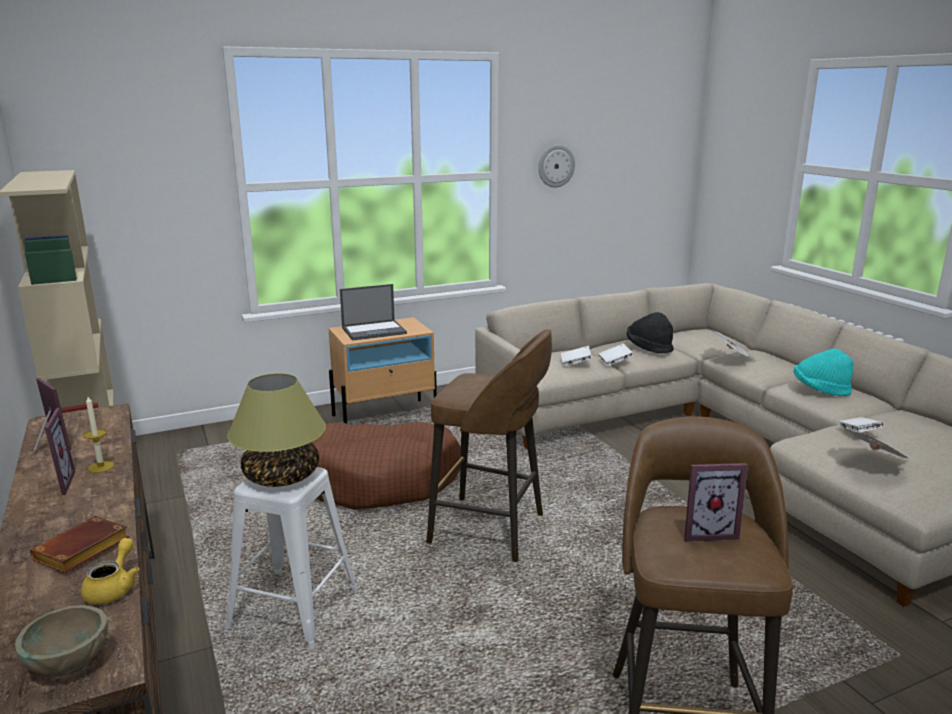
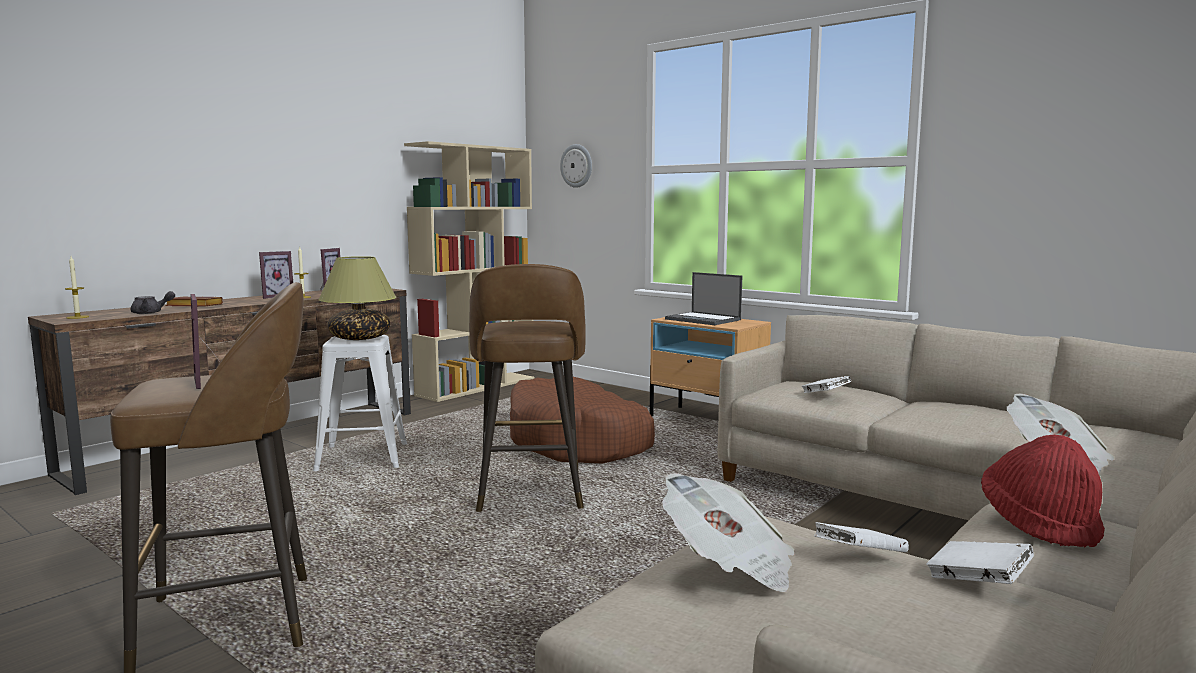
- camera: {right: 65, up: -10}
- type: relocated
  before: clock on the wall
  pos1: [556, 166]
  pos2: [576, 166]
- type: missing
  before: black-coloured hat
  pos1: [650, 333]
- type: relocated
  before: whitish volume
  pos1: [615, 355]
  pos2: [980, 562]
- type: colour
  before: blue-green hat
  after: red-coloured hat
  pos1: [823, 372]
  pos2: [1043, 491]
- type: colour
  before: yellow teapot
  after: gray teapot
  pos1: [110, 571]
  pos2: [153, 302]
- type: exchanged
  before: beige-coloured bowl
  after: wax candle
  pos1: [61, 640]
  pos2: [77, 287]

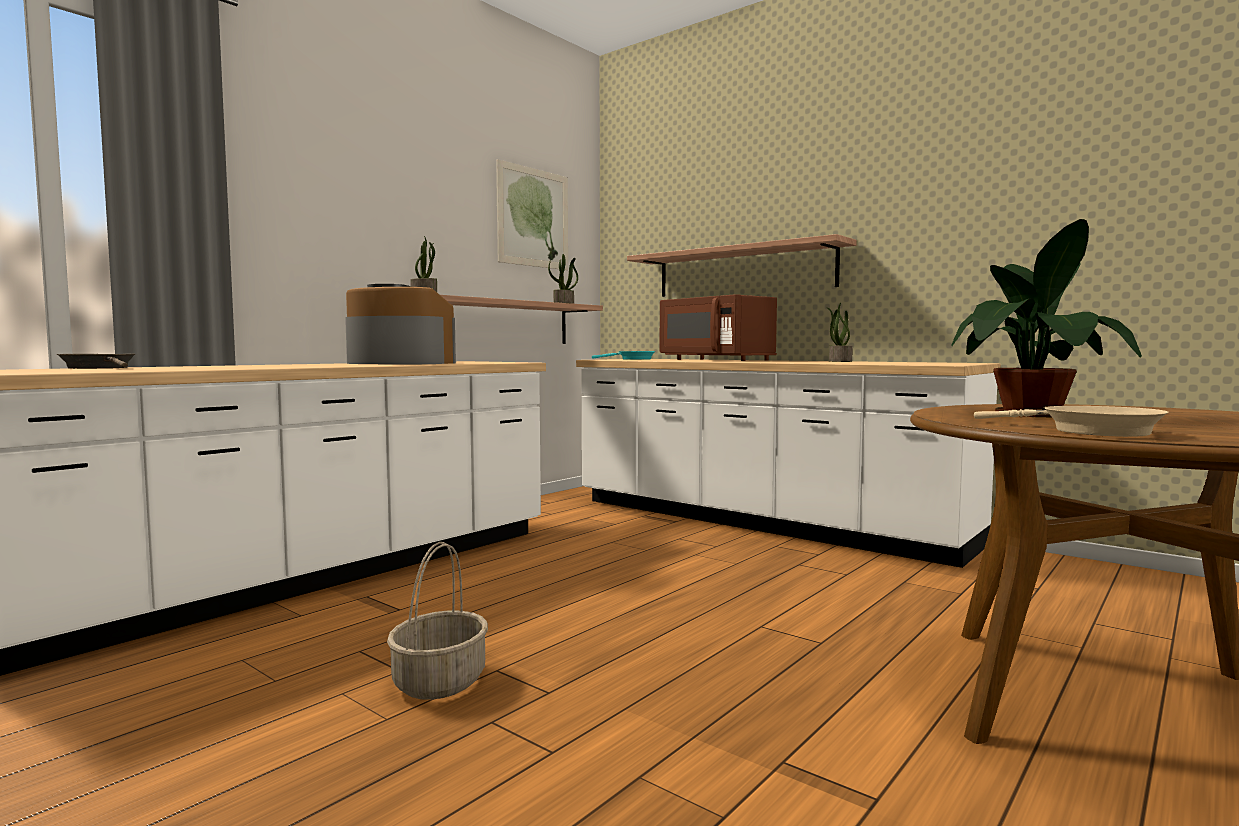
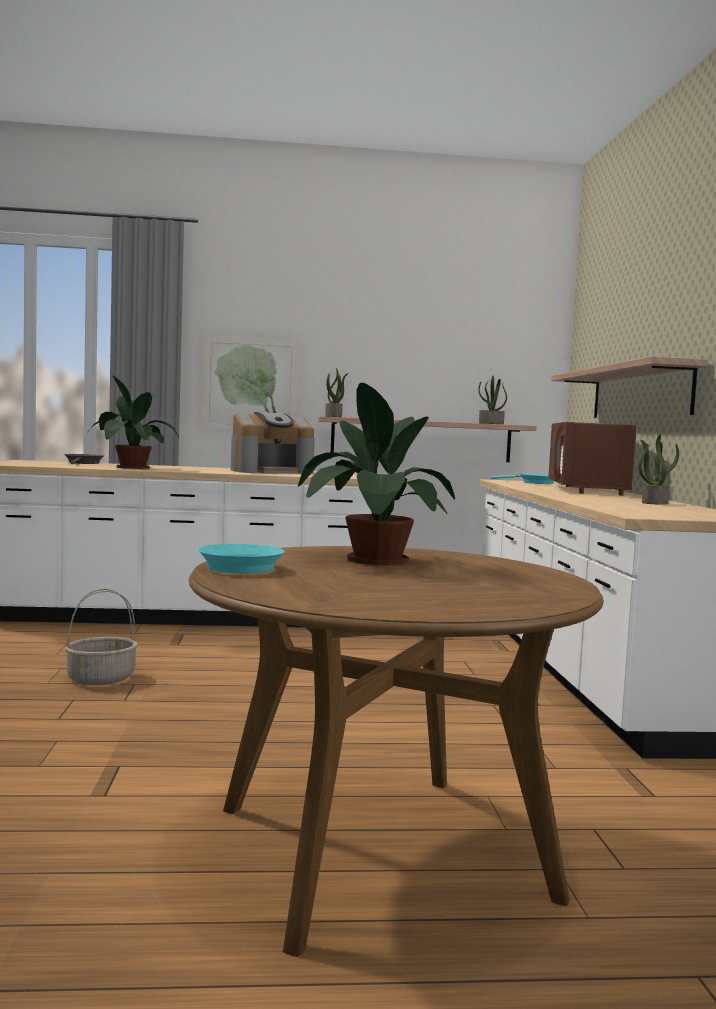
- camera: {right: 45, up: 0}
- type: relocated
  before: picture
  pos1: [532, 214]
  pos2: [250, 383]
- type: spun
  before: coffee maker
  pos1: [400, 324]
  pos2: [273, 443]
  turn: 90
- type: colour
  before: beige-coloured skillet
  after: blue-green skillet
  pos1: [1071, 421]
  pos2: [241, 559]
- type: appeared
  after: potted plant
  pos2: [134, 422]

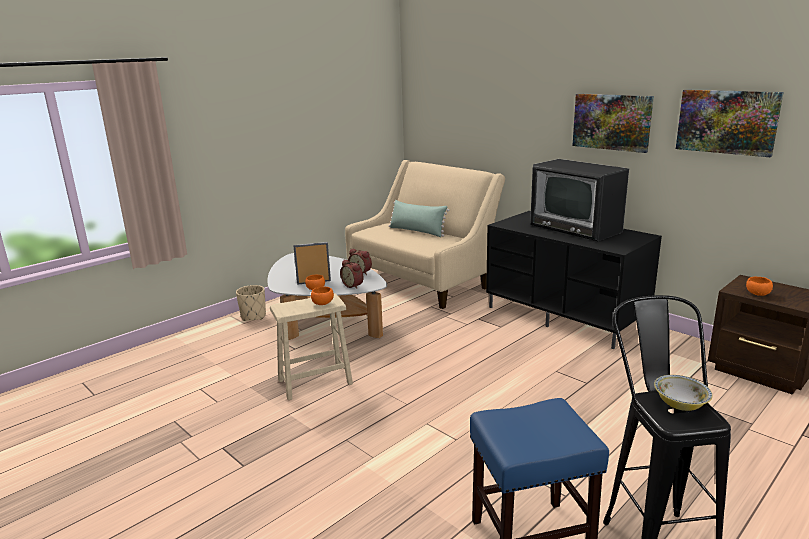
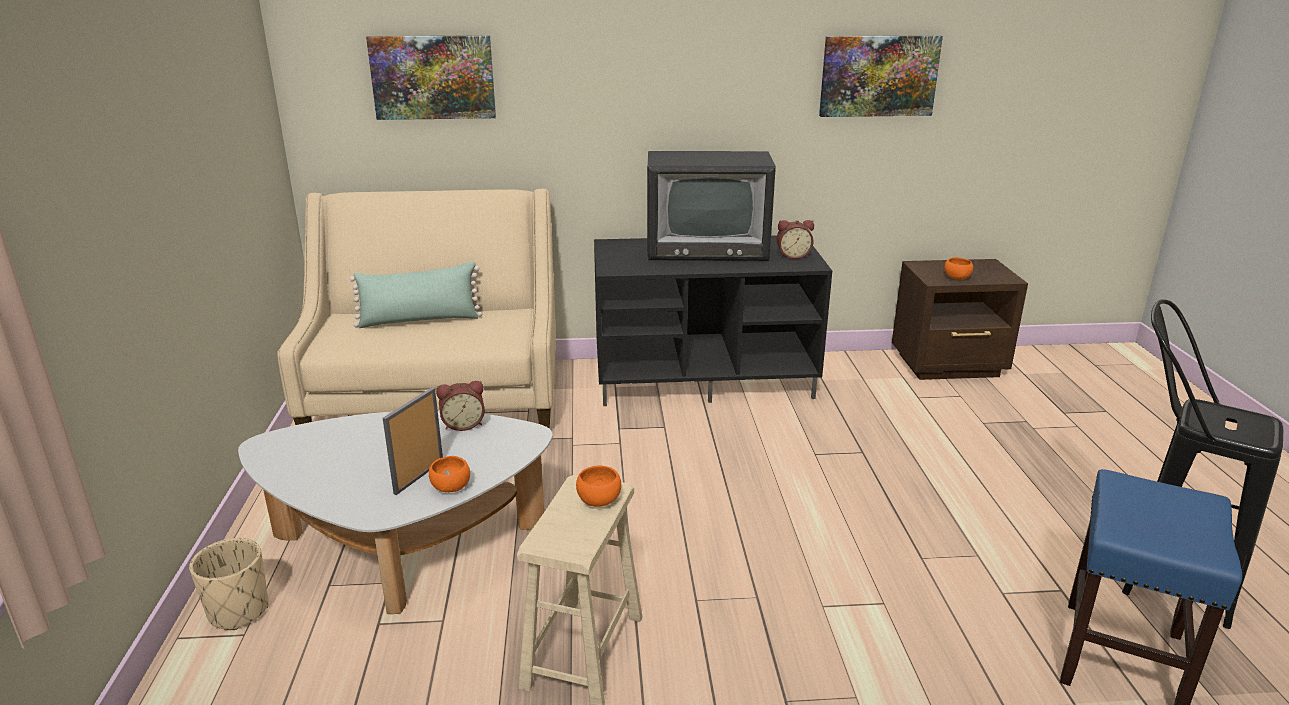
- camera: {right: -50, up: 5}
- type: relocated
  before: picture
  pos1: [613, 123]
  pos2: [431, 77]
- type: relocated
  before: alarm clock
  pos1: [351, 274]
  pos2: [795, 239]
- type: missing
  before: bowl
  pos1: [683, 393]

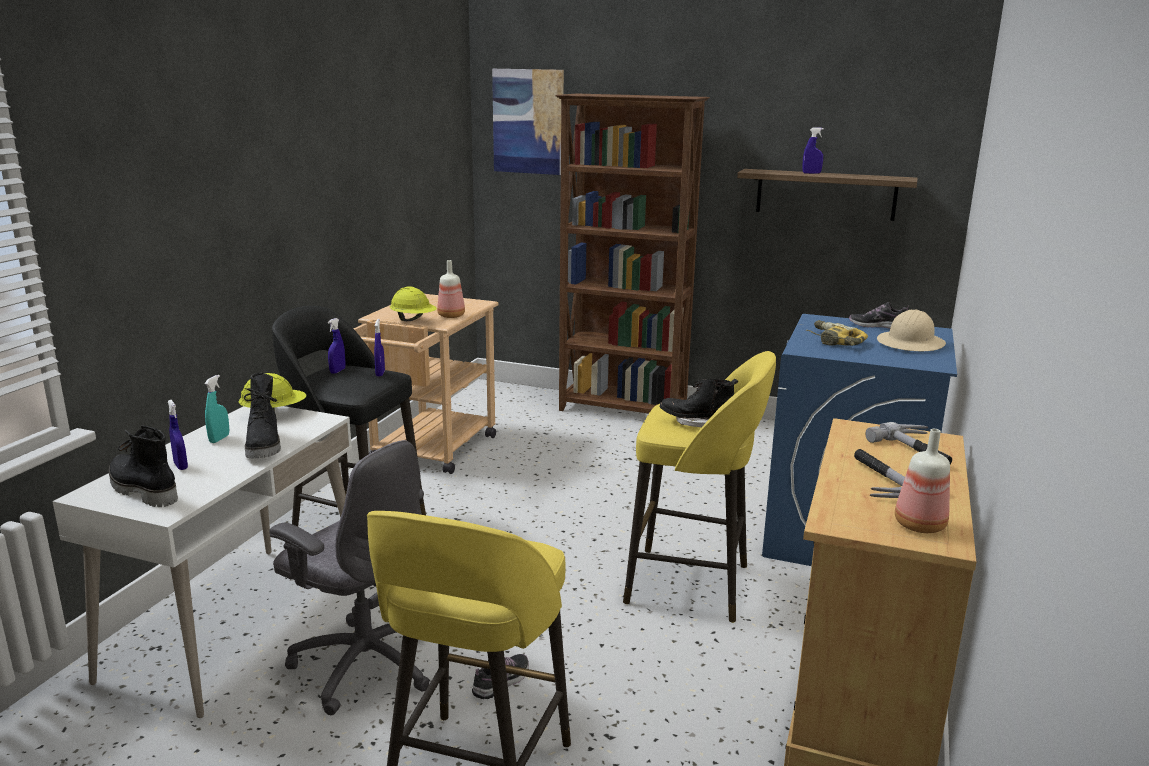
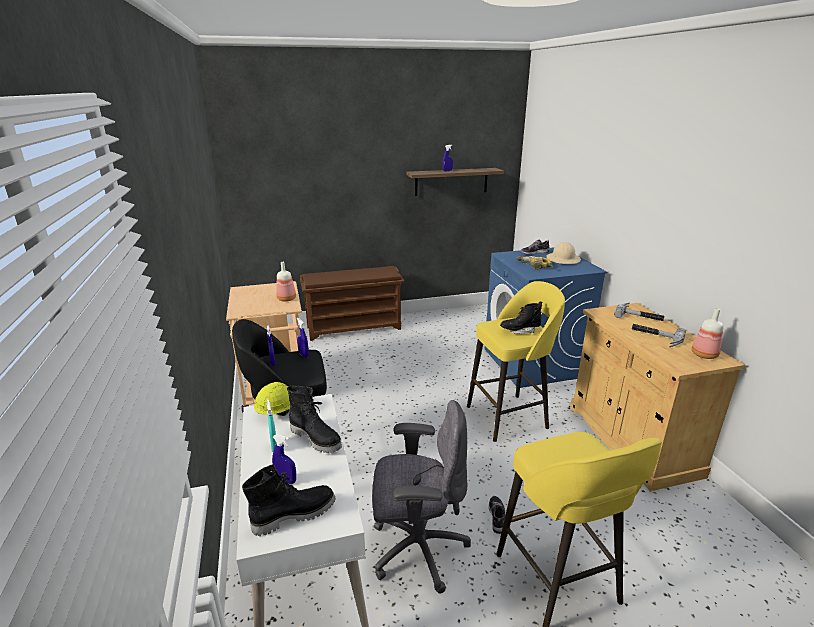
- camera: {right: -35, up: 5}
- type: missing
  before: picture
  pos1: [528, 122]
- type: exchanged
  before: brown bookcase
  after: brown shoe stand
  pos1: [632, 253]
  pos2: [352, 303]
- type: missing
  before: yellow hard hat
  pos1: [413, 303]
- type: spun
  before: black-coloured high-top boot
  pos1: [143, 466]
  pos2: [288, 500]
  turn: 150

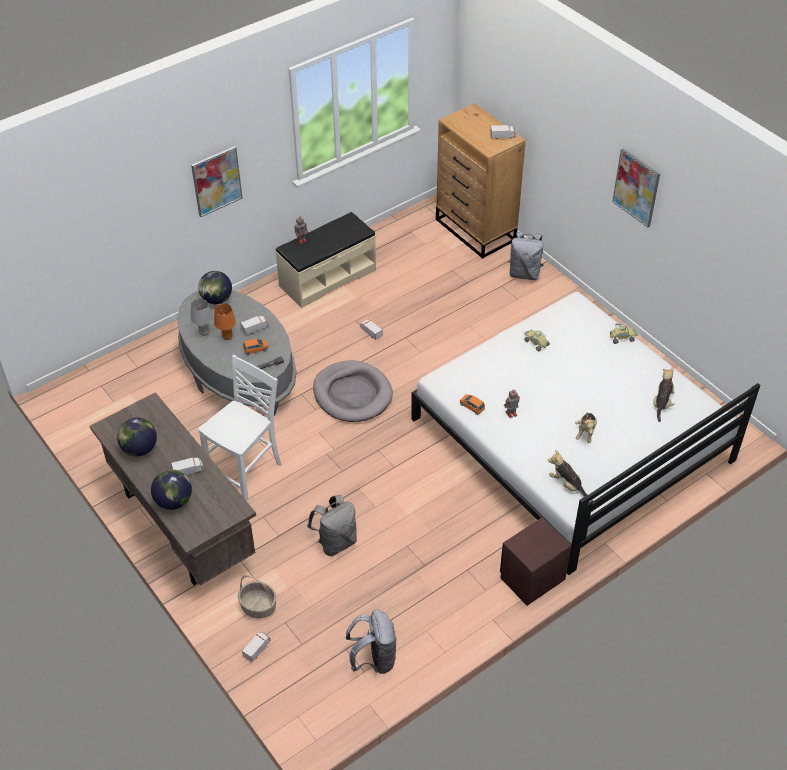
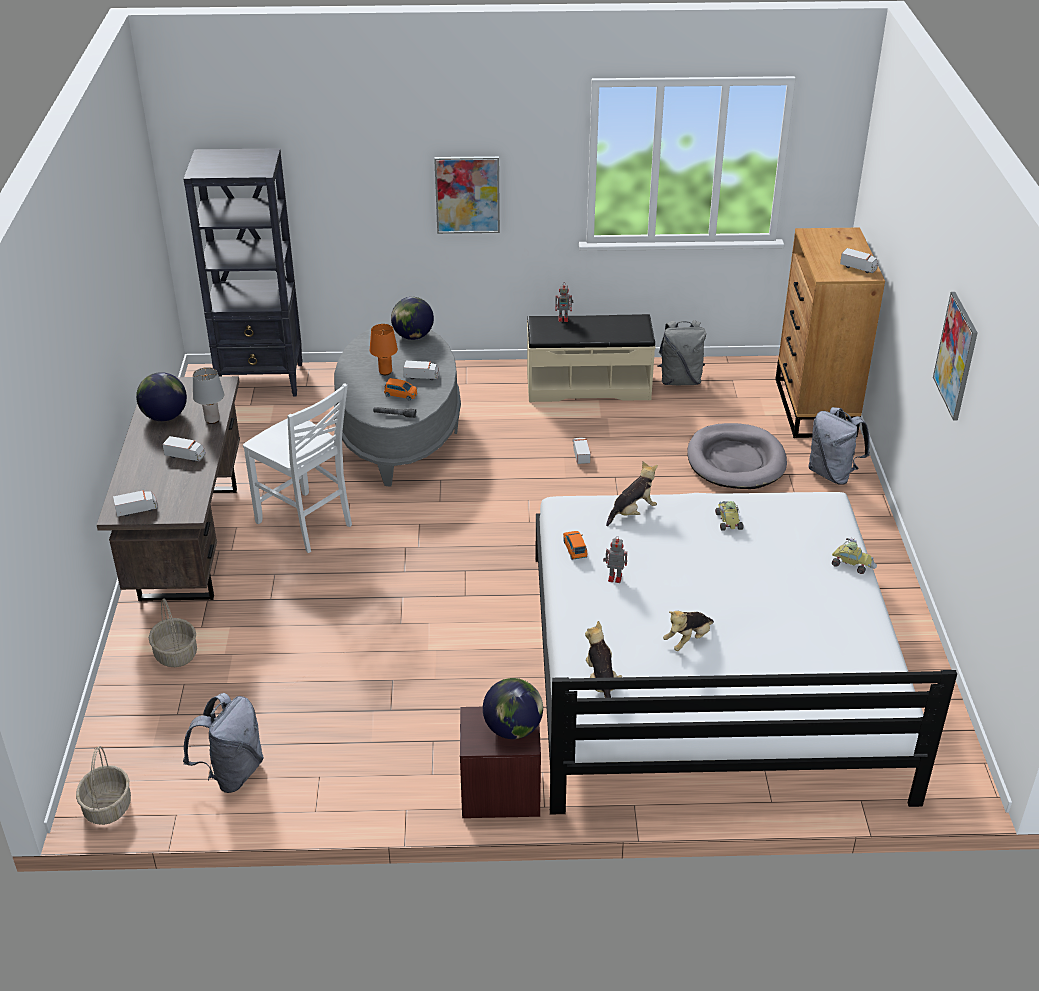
- camera: {right: 35, up: -10}
- type: relocated
  before: gray table lamp
  pos1: [202, 317]
  pos2: [208, 395]
- type: spun
  before: whitish plain chair
  pos1: [239, 428]
  pos2: [297, 468]
  turn: 60
- type: relocated
  before: gray pet bed
  pos1: [353, 391]
  pos2: [737, 456]
- type: relocated
  before: cuddly toy
  pos1: [664, 394]
  pos2: [632, 493]
- type: relocated
  before: world globe
  pos1: [171, 489]
  pos2: [513, 708]
- type: relocated
  before: gray knapsack
  pos1: [332, 525]
  pos2: [682, 352]
- type: relocated
  before: model truck
  pos1: [256, 647]
  pos2: [135, 503]
- type: appeared
  after: black-coloured bookcase
  pos2: [243, 272]
- type: appeared
  after: basket
  pos2: [103, 785]

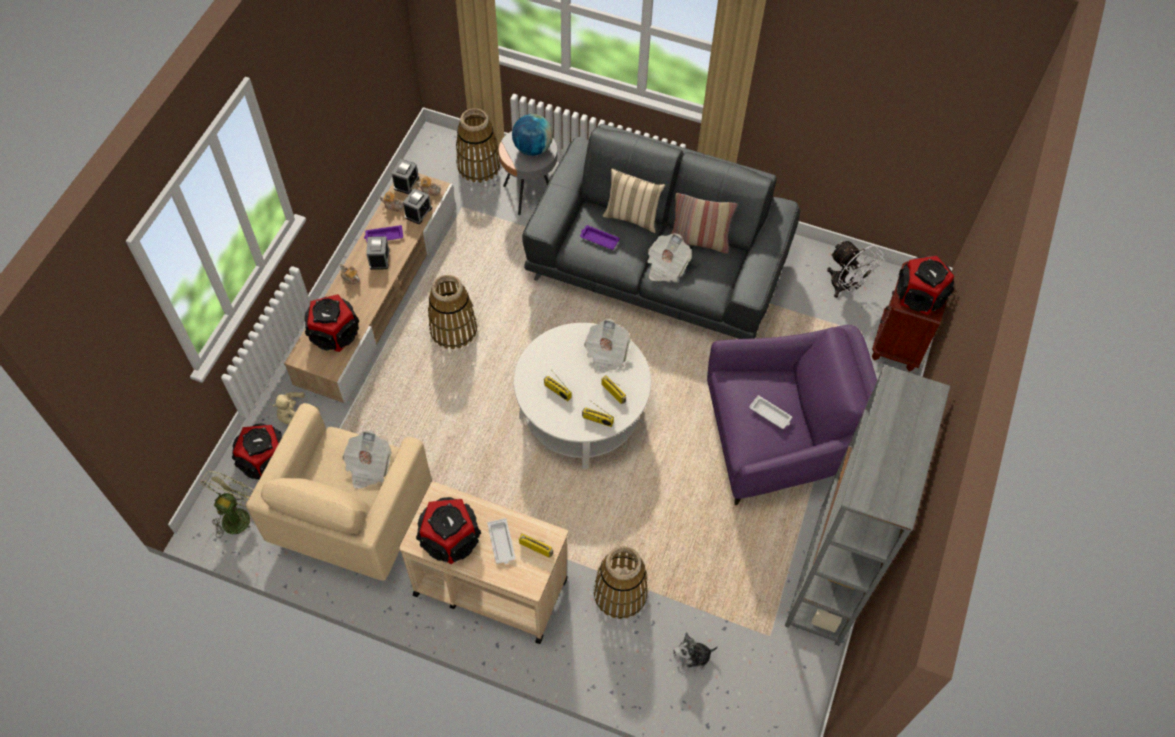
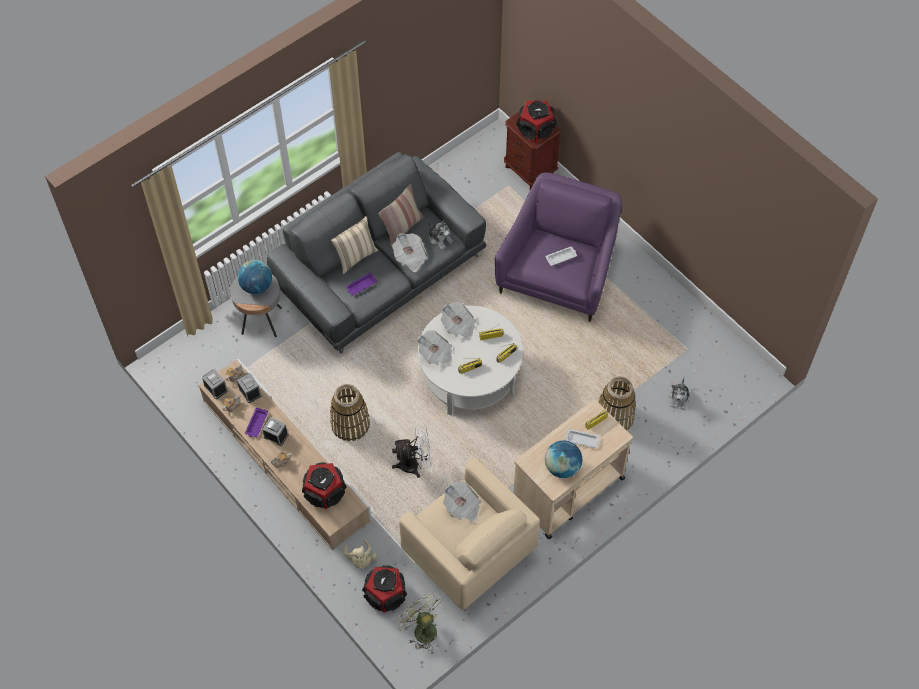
- camera: {right: -60, up: 0}
- type: missing
  before: basket
  pos1: [478, 145]
- type: relocated
  before: whitish fan
  pos1: [855, 269]
  pos2: [411, 452]
- type: missing
  before: gray bookcase
  pos1: [867, 505]
- type: exchanged
  before: audio speaker
  after: world globe
  pos1: [448, 530]
  pos2: [563, 459]
- type: appeared
  after: cuddly toy
  pos2: [440, 235]
- type: appeared
  after: newspaper
  pos2: [434, 347]

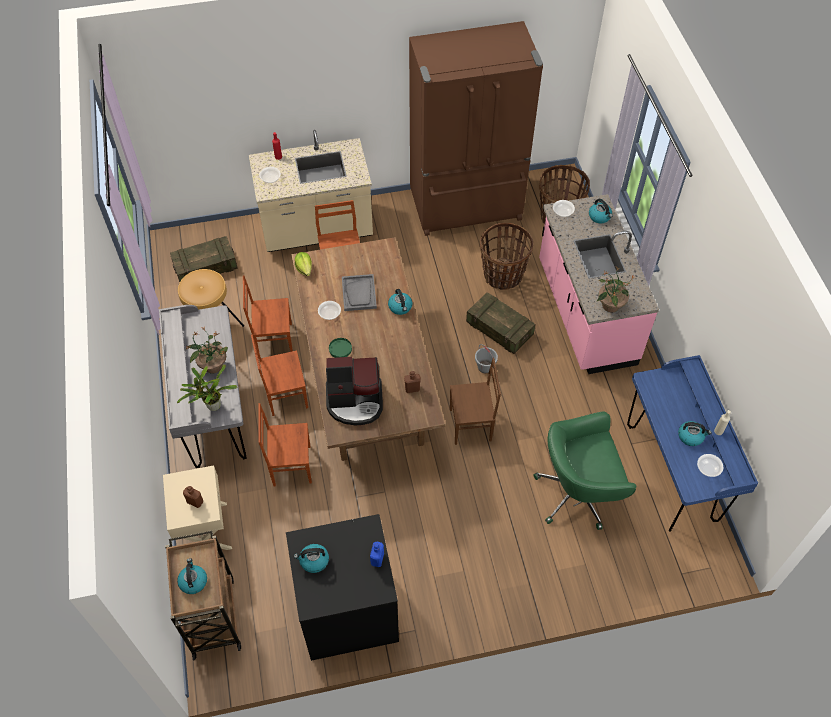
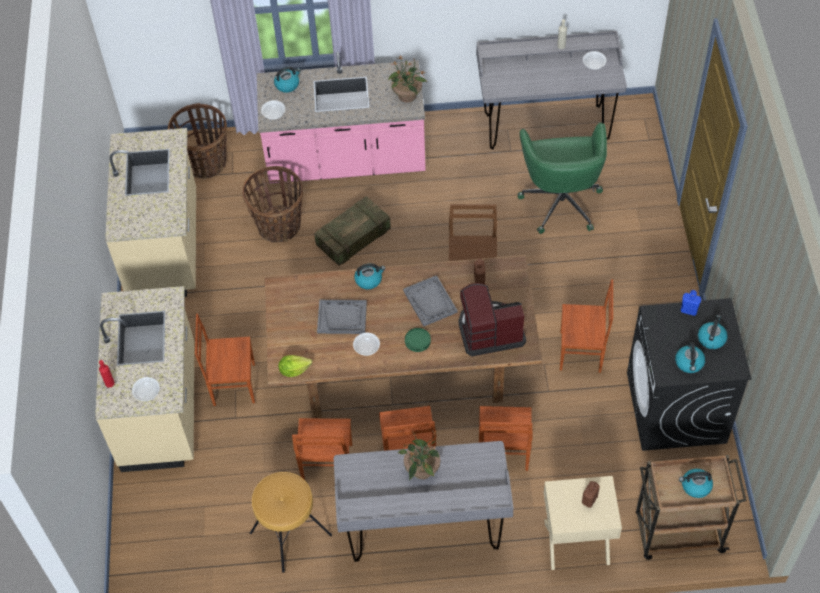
- camera: {right: -80, up: 0}
- type: exchanged
  before: brown kitchen fridge
  after: beige-coloured kitchen counter
  pos1: [476, 128]
  pos2: [150, 212]
- type: missing
  before: shipping crate
  pos1: [204, 259]
- type: missing
  before: gray bucket
  pos1: [486, 358]
- type: colour
  before: blue desk table
  after: gray desk table
  pos1: [692, 443]
  pos2: [551, 90]
- type: spun
  before: coffee maker
  pos1: [354, 391]
  pos2: [492, 319]
  turn: -105
- type: missing
  before: potted plant
  pos1: [207, 387]
- type: relocated
  before: kettle
  pos1: [695, 433]
  pos2: [713, 332]
- type: appeared
  after: gray carrying tray
  pos2: [430, 300]
- type: appeared
  after: brown plain chair
  pos2: [586, 326]

